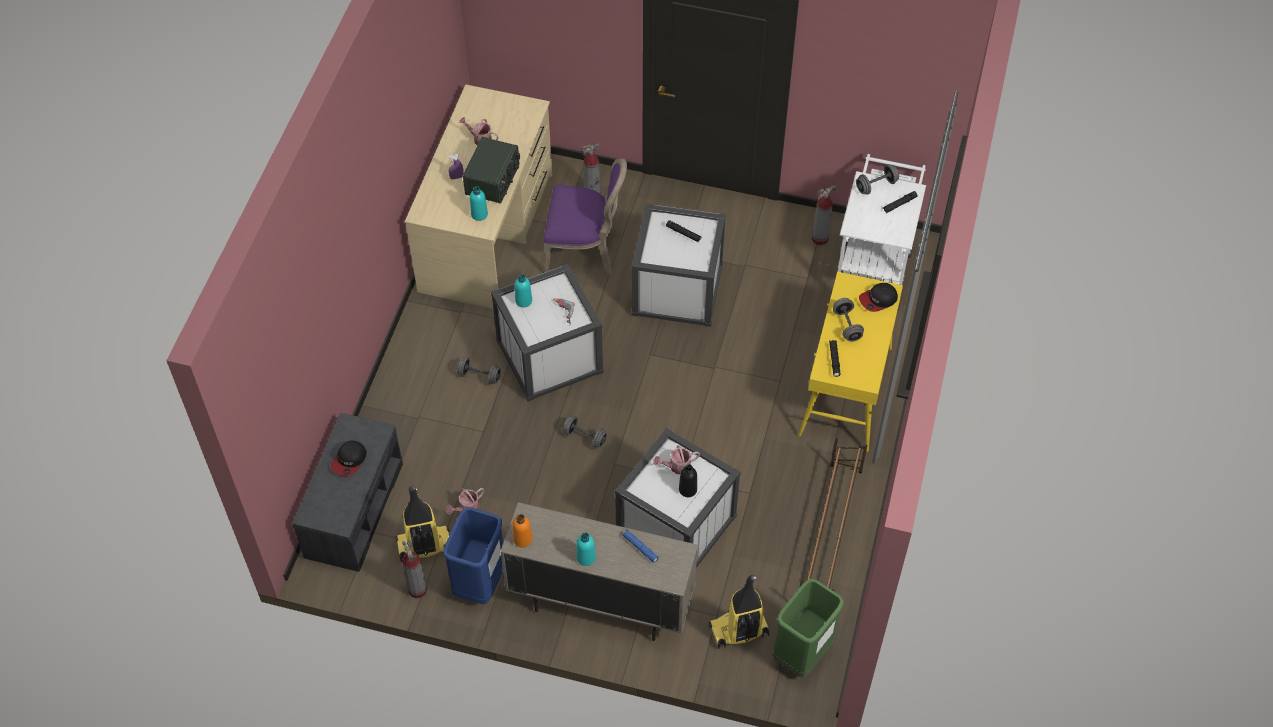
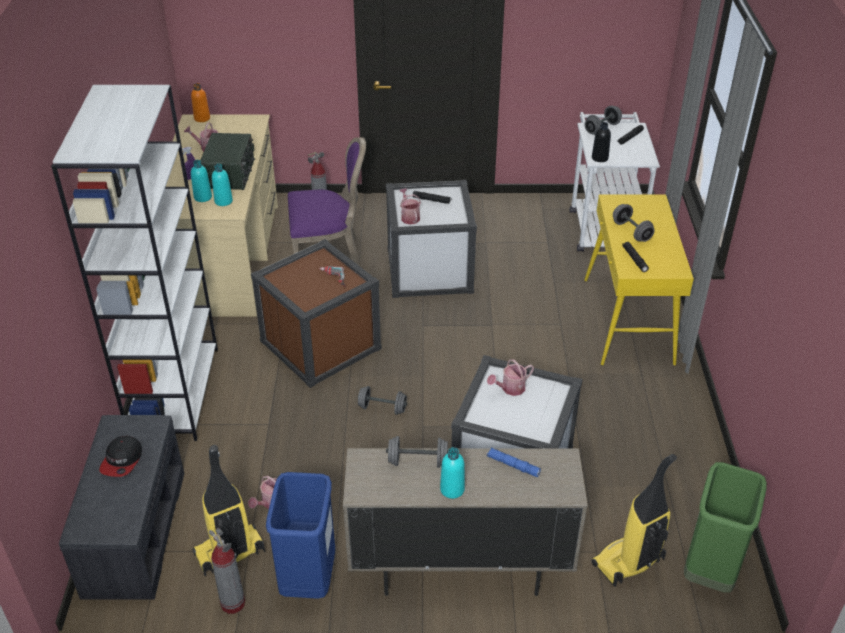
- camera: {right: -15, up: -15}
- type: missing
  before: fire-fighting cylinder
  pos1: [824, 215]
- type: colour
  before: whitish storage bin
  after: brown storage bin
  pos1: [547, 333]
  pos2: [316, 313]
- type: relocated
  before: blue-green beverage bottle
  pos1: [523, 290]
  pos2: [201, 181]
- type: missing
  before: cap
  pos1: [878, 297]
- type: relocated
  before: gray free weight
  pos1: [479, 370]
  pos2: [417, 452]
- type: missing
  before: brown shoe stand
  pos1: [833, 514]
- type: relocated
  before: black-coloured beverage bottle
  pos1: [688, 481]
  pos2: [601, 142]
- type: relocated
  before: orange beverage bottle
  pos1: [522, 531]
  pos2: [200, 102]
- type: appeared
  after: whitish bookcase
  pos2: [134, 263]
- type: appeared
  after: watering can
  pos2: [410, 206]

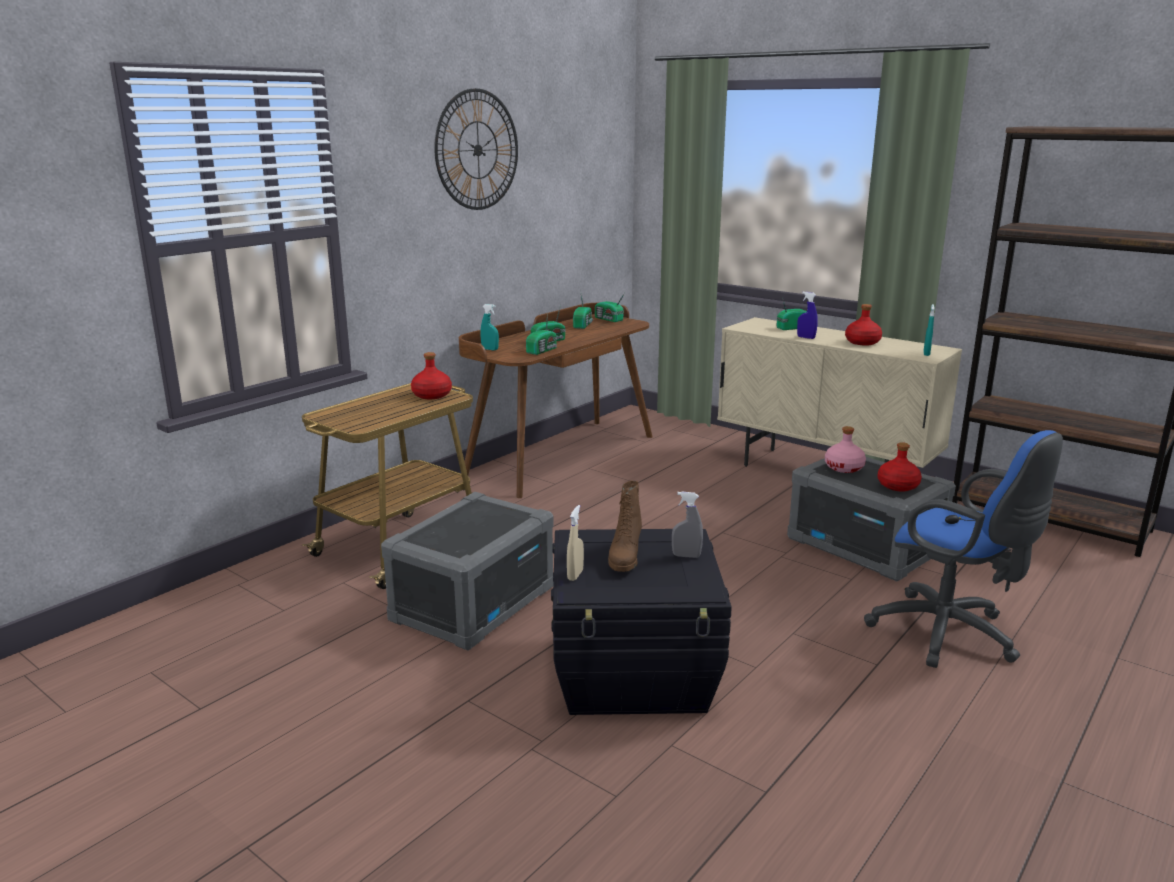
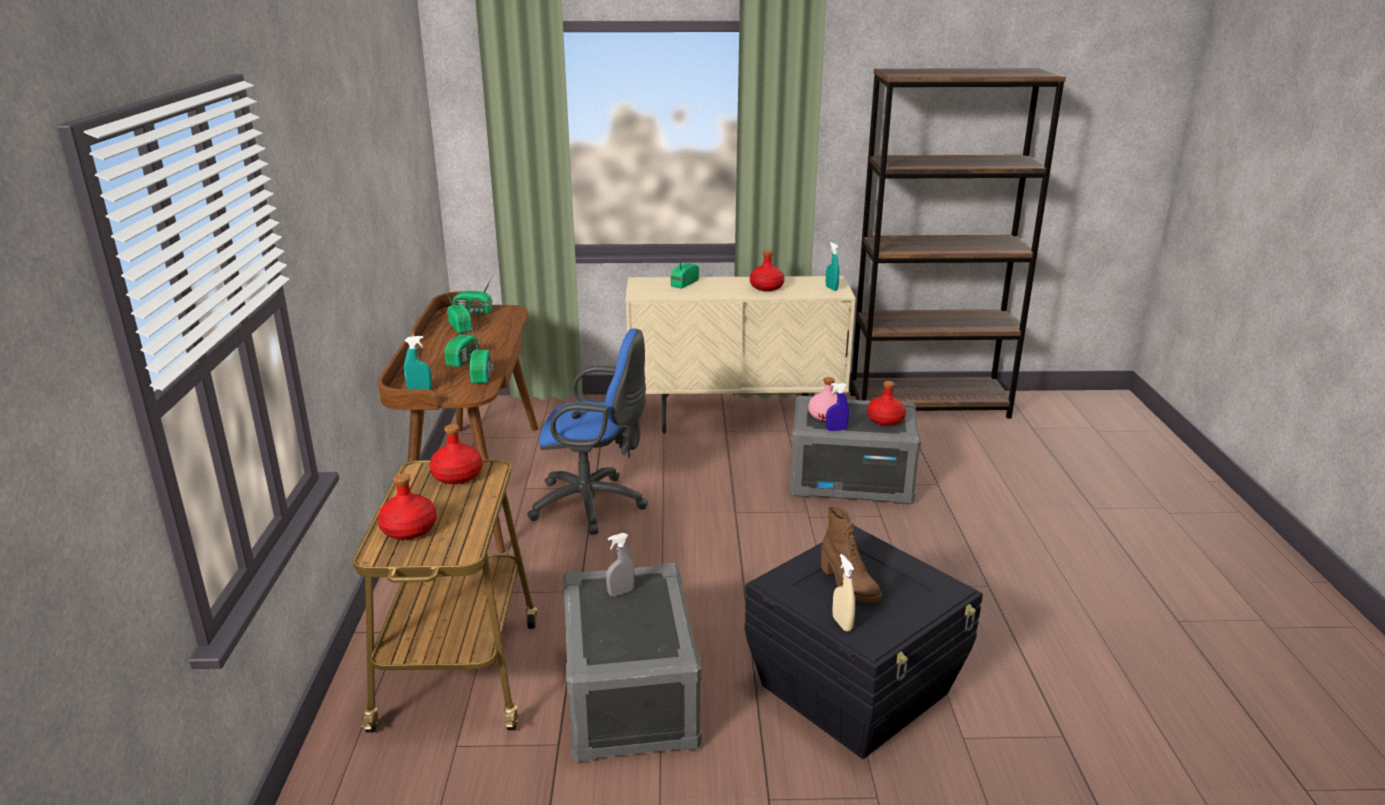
- camera: {right: -40, up: 5}
- type: missing
  before: clock on the wall
  pos1: [476, 149]
- type: relocated
  before: blue hand sprayer
  pos1: [807, 315]
  pos2: [837, 407]
- type: relocated
  before: blue desk chair
  pos1: [963, 549]
  pos2: [587, 431]
- type: relocated
  before: gray hand sprayer
  pos1: [687, 524]
  pos2: [620, 564]
- type: appeared
  after: red-coloured beverage bottle
  pos2: [407, 506]

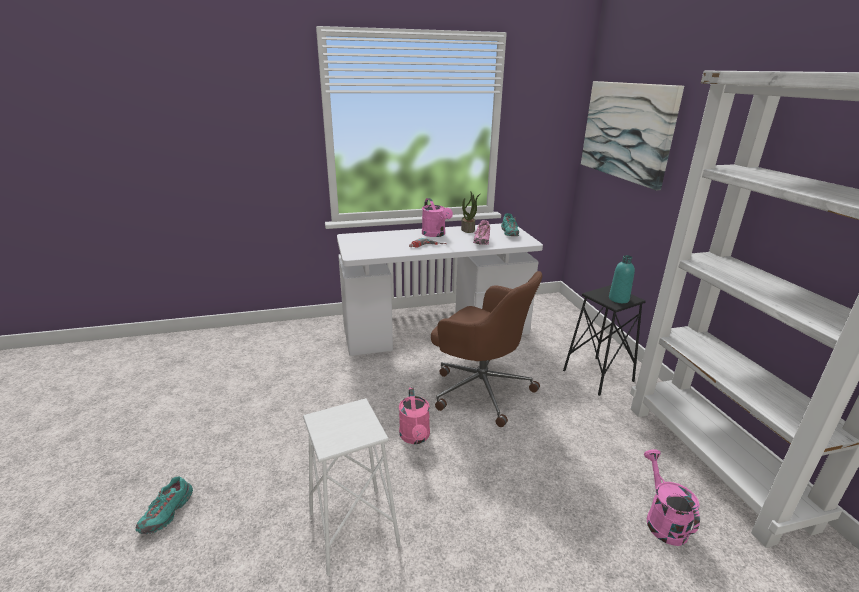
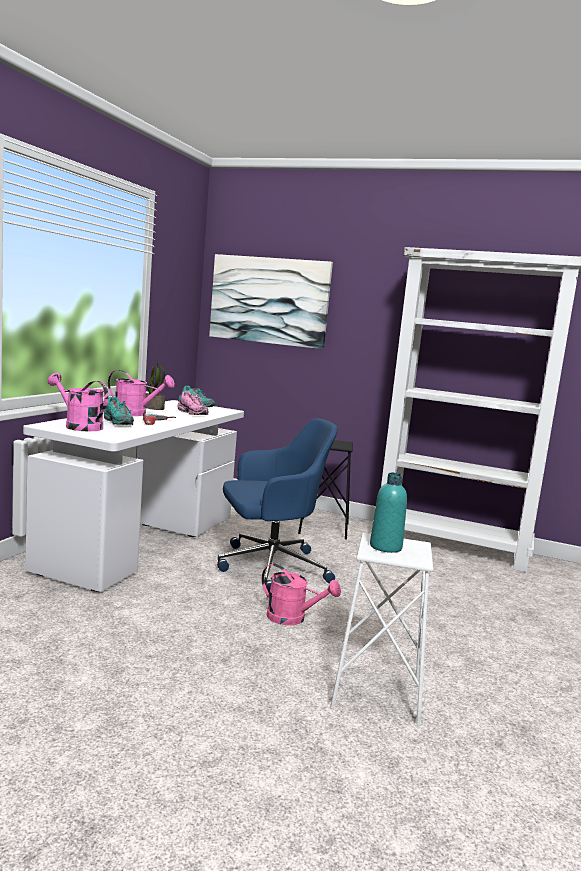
- camera: {right: -55, up: -15}
- type: relocated
  before: blue-green beverage bottle
  pos1: [622, 279]
  pos2: [388, 513]
- type: colour
  before: brown desk chair
  after: blue desk chair
  pos1: [486, 349]
  pos2: [277, 506]
- type: relocated
  before: pink-coloured watering can
  pos1: [672, 497]
  pos2: [78, 402]
- type: relocated
  before: blue-green low shoe
  pos1: [164, 505]
  pos2: [119, 411]

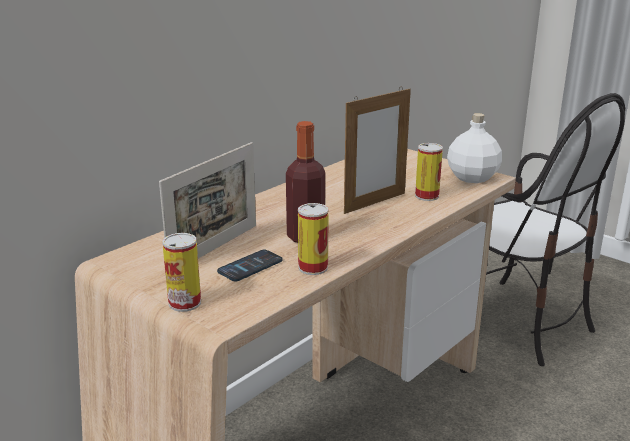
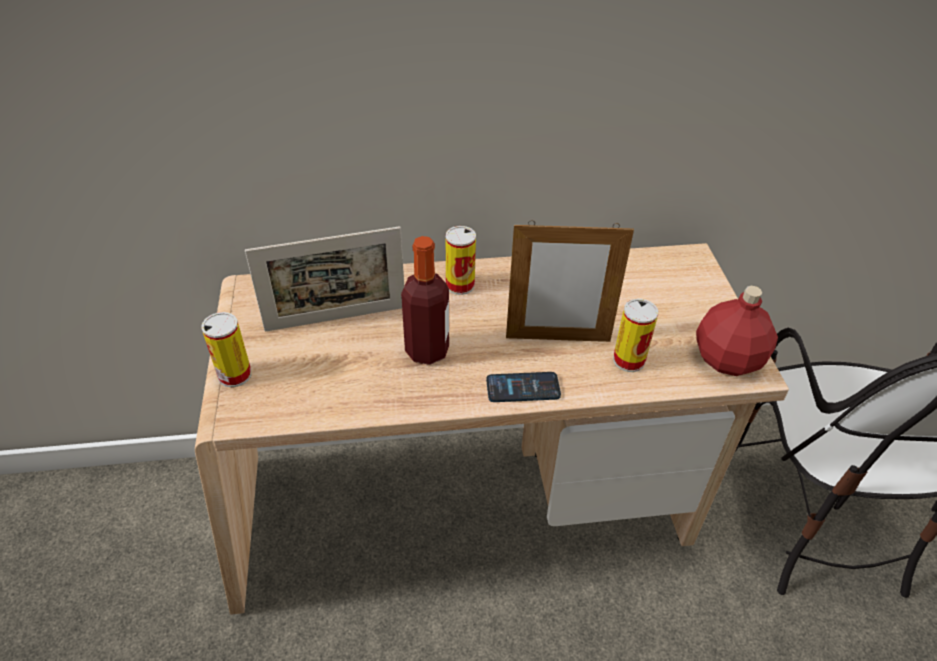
- camera: {right: 40, up: 20}
- type: colour
  before: whitish beverage bottle
  after: red-coloured beverage bottle
  pos1: [474, 148]
  pos2: [737, 331]
- type: relocated
  before: can
  pos1: [313, 239]
  pos2: [461, 260]
- type: relocated
  before: telephone
  pos1: [250, 266]
  pos2: [523, 387]

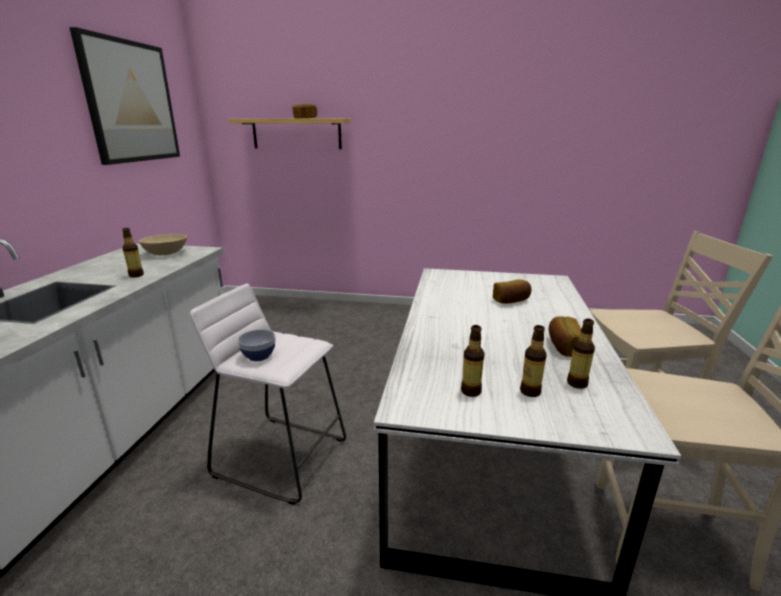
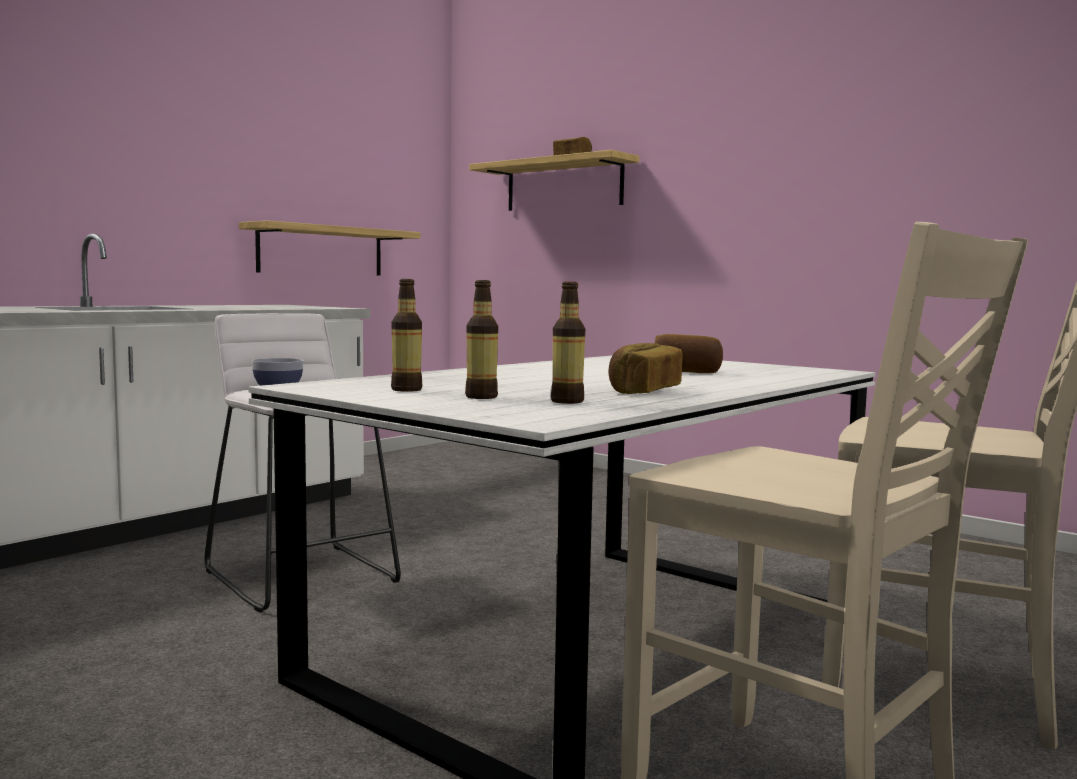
- camera: {right: 30, up: -15}
- type: missing
  before: picture
  pos1: [124, 96]
- type: missing
  before: beverage bottle
  pos1: [133, 253]
- type: missing
  before: beige-coloured bowl
  pos1: [163, 244]
- type: appeared
  after: wall shelf
  pos2: [330, 248]

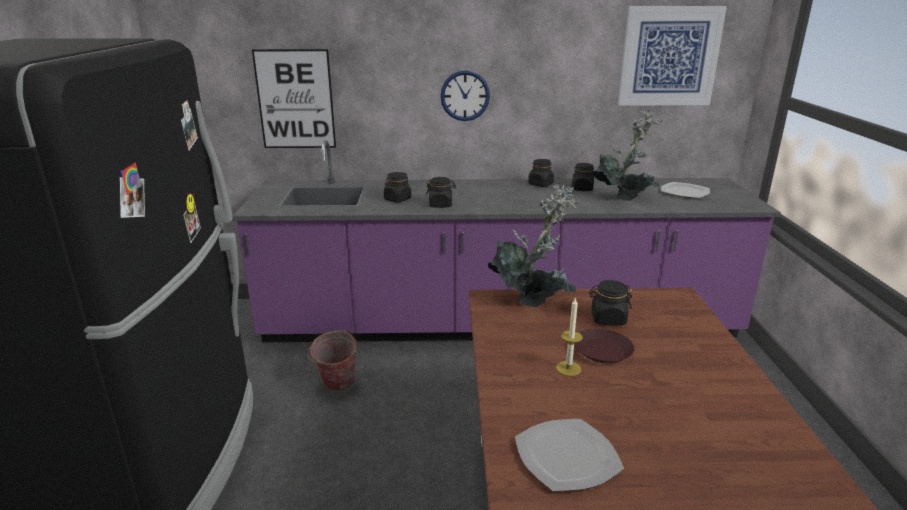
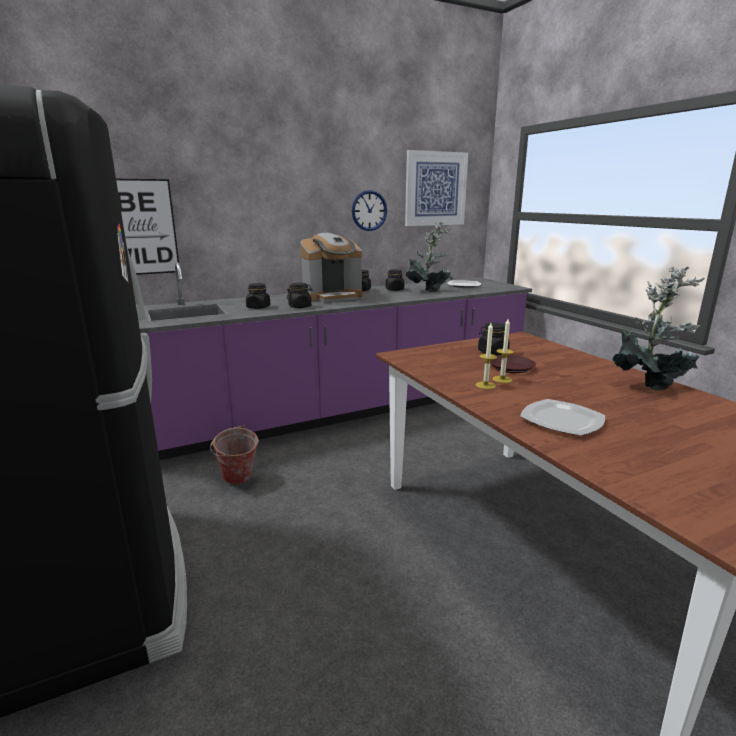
- camera: {right: -25, up: -5}
- type: relocated
  before: clock on the wall
  pos1: [465, 95]
  pos2: [369, 210]
- type: relocated
  before: potted plant
  pos1: [533, 245]
  pos2: [658, 329]
- type: appeared
  after: coffee maker
  pos2: [331, 268]
- type: appeared
  after: wax candle
  pos2: [486, 356]

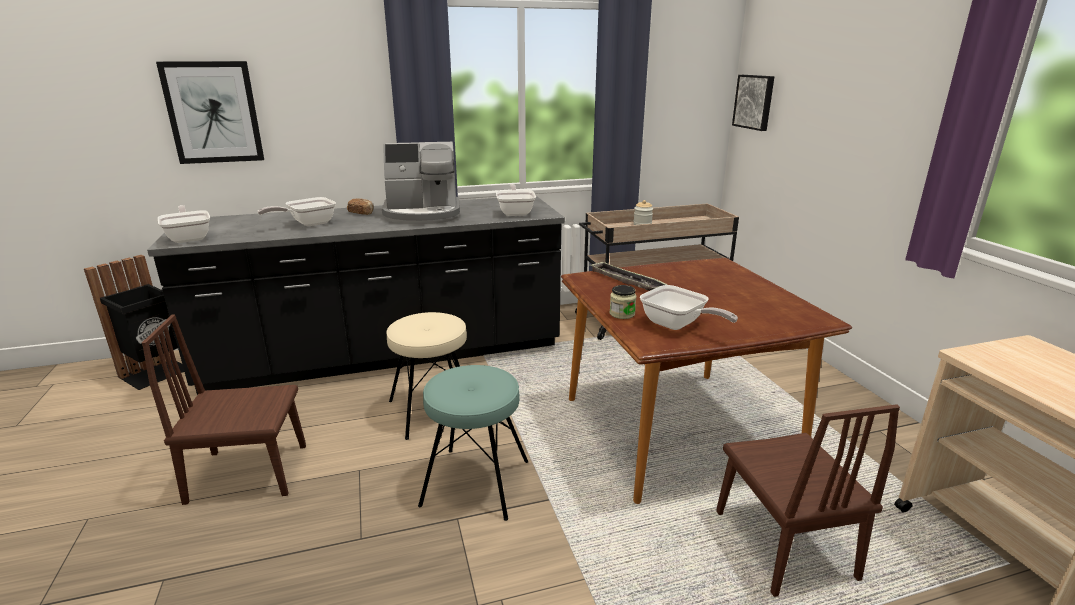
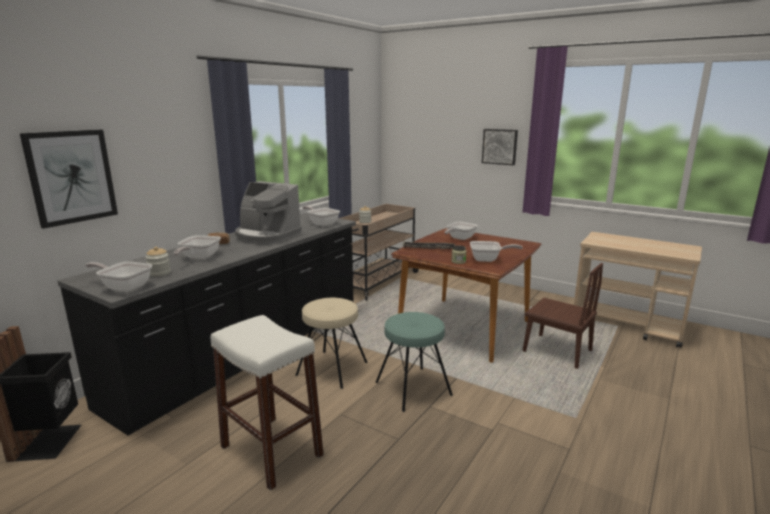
- camera: {right: -40, up: -5}
- type: relocated
  before: picture
  pos1: [753, 103]
  pos2: [500, 147]
- type: spun
  before: coffee maker
  pos1: [421, 183]
  pos2: [268, 212]
  turn: 75
- type: exchanged
  before: brown plain chair
  after: whitish sitting stool
  pos1: [224, 409]
  pos2: [267, 403]
- type: appeared
  after: skillet
  pos2: [461, 231]
- type: appeared
  after: preserve jar
  pos2: [158, 262]

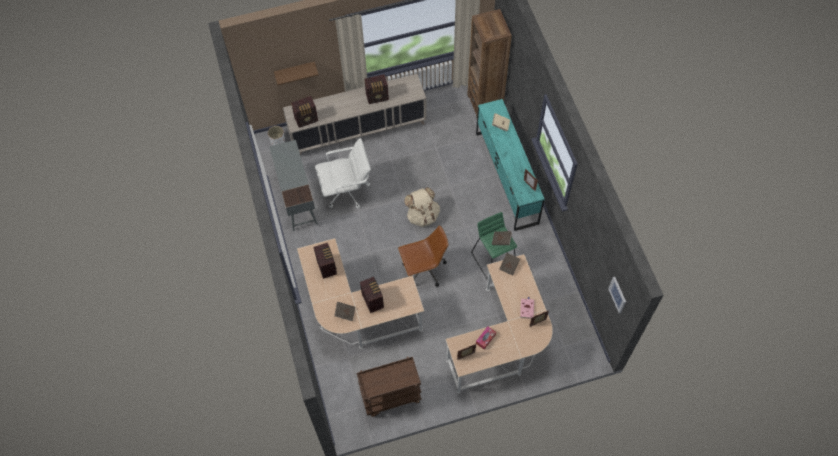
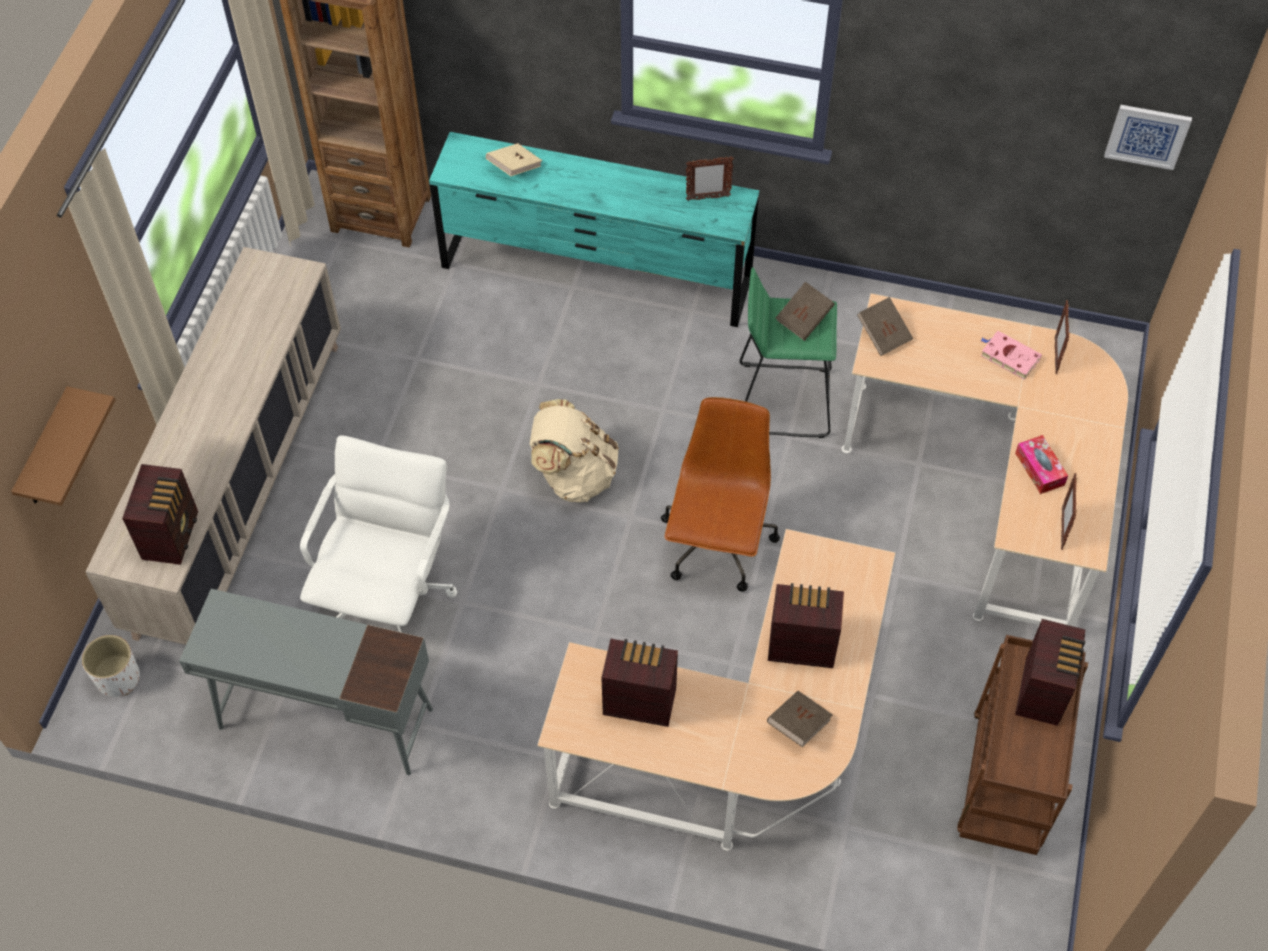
- camera: {right: -60, up: -5}
- type: relocated
  before: radio receiver
  pos1: [376, 89]
  pos2: [1050, 672]

